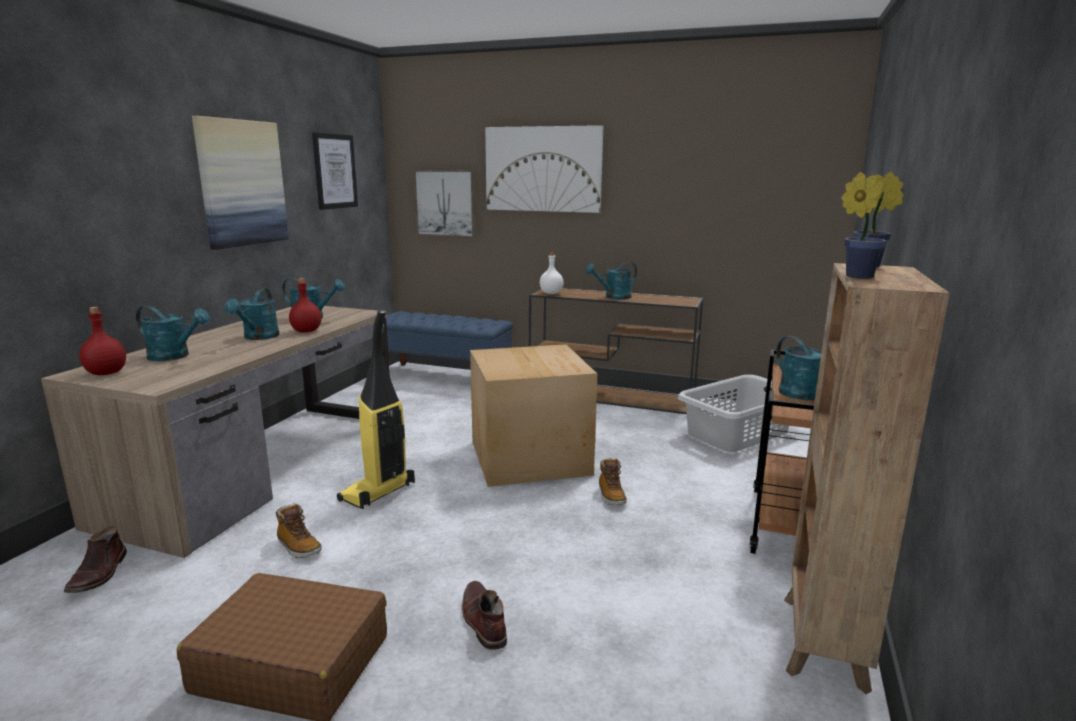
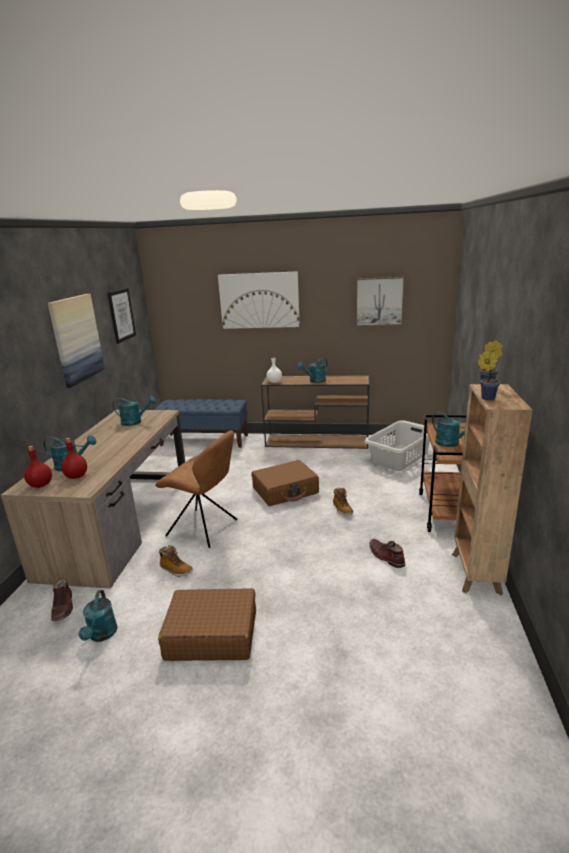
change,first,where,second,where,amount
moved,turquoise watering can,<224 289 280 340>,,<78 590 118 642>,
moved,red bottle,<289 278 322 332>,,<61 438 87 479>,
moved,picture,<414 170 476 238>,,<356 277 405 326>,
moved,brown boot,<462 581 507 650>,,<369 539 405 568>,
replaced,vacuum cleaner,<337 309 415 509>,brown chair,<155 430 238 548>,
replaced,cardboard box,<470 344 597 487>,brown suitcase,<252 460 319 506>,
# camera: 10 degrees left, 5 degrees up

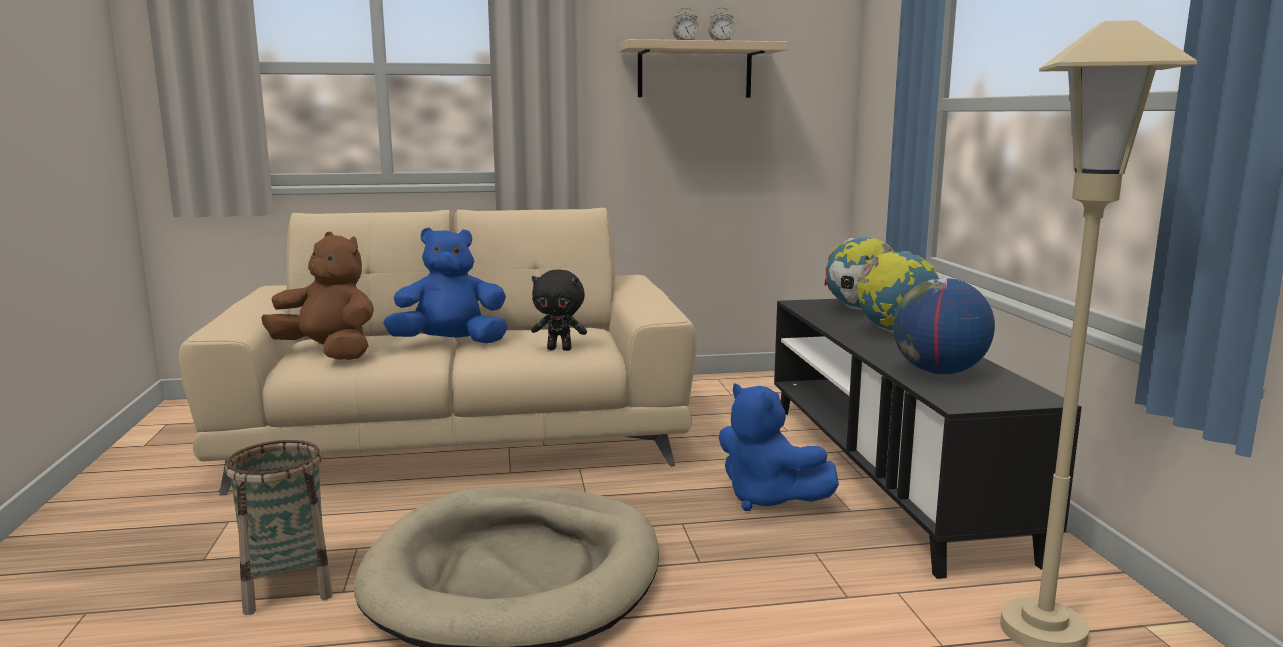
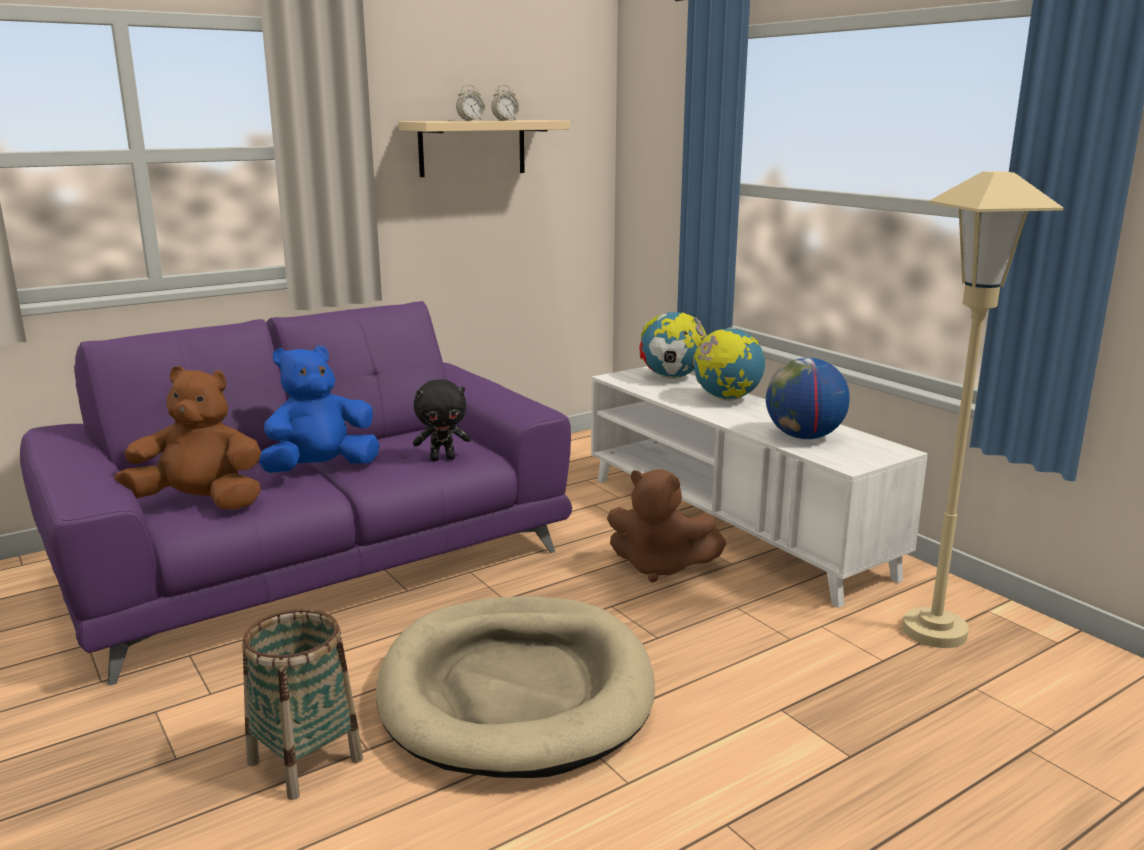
change,first,where,second,where,amount
recoloured,beige sofa,<178 208 697 495>,purple sofa,<20 301 572 686>,
recoloured,blue plush toy,<719 383 839 511>,brown plush toy,<607 469 727 583>,
recoloured,black tv stand,<774 299 1082 579>,white tv stand,<591 366 928 608>,
# camera: 25 degrees left, 5 degrees up

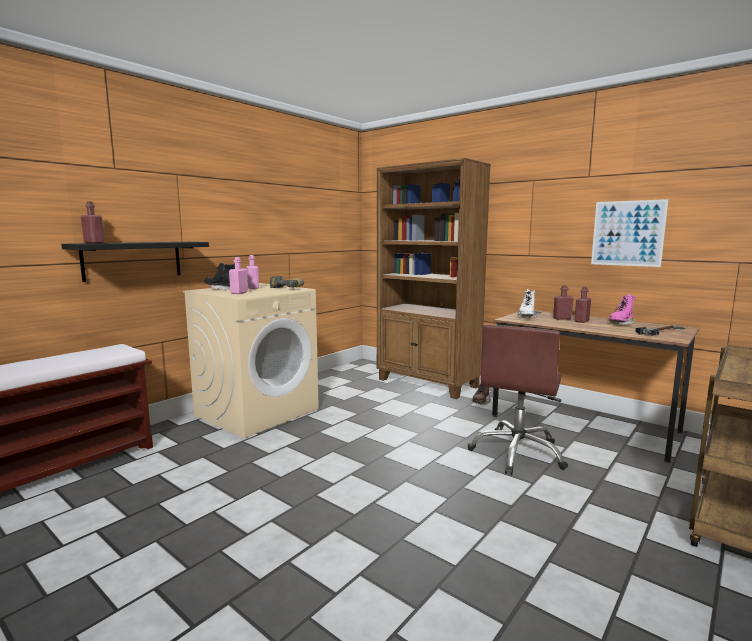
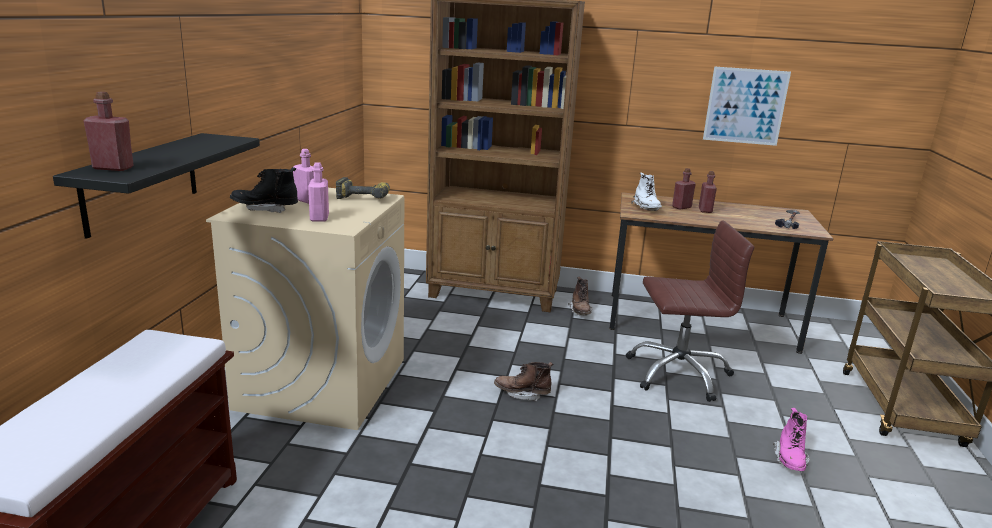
change,first,where,second,where,amount
added,,,brown boot,<494 362 553 401>,
moved,pink boot,<607 294 636 325>,,<773 408 810 471>,
turned,brown office chair,<467 325 568 475>,,<626 221 754 402>,90 degrees counterclockwise
# camera: 30 degrees left, 10 degrees up

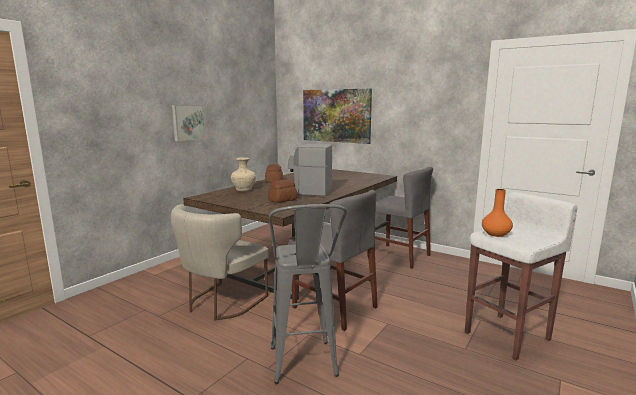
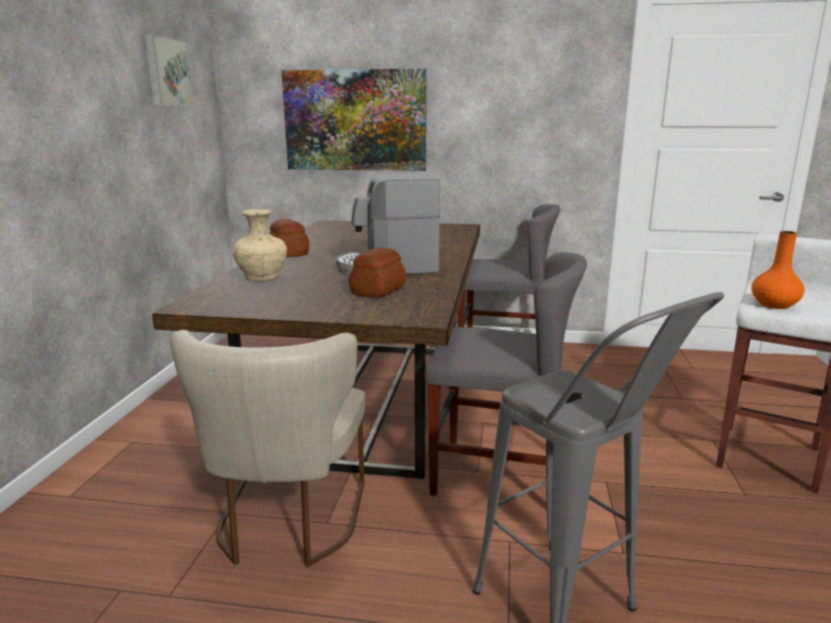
change,first,where,second,where,amount
moved,picture,<172 105 205 141>,,<145 34 194 106>,
# camera: 25 degrees left, 5 degrees up

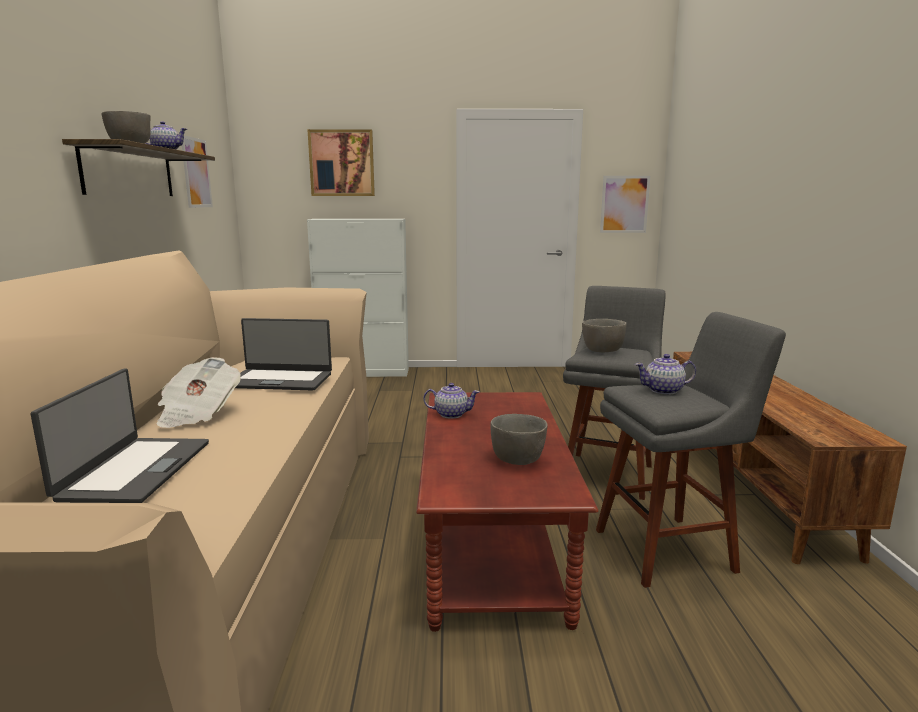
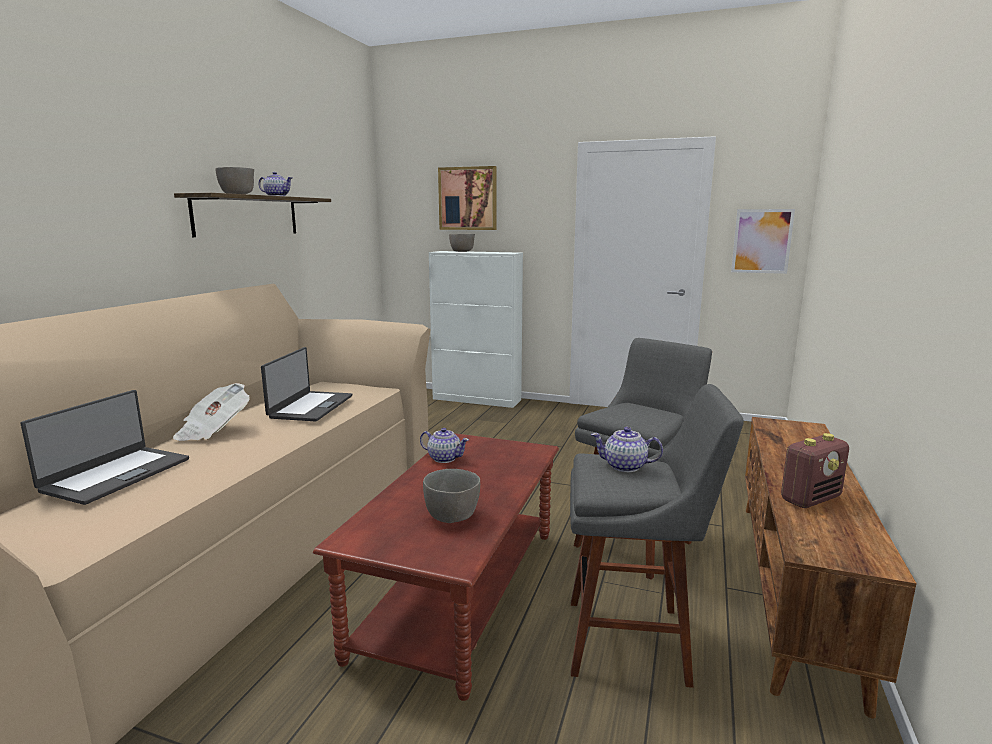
change,first,where,second,where,amount
removed,picture,<182 135 213 208>,,,
added,,,radio,<781 433 849 508>,
moved,grey bowl,<582 319 626 352>,,<449 234 475 252>,
turned,laptop,<235 318 332 390>,,<261 347 352 421>,105 degrees counterclockwise
# camera: 20 degrees right, 0 degrees up

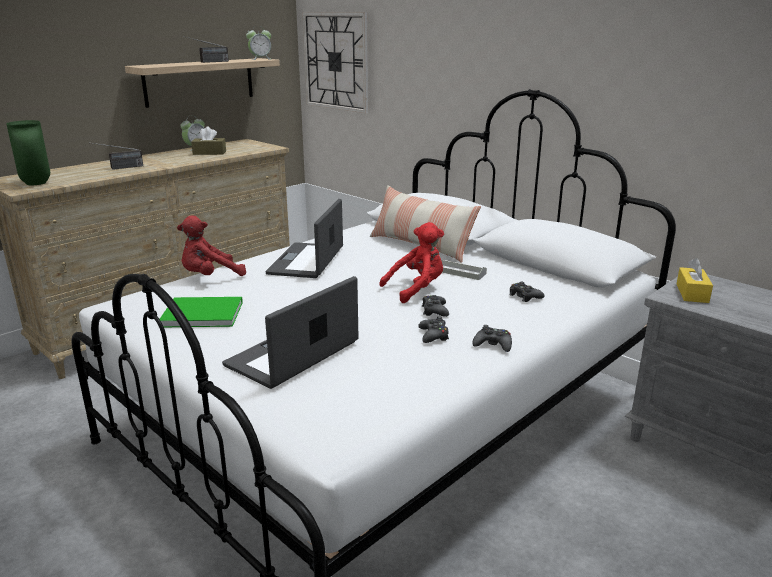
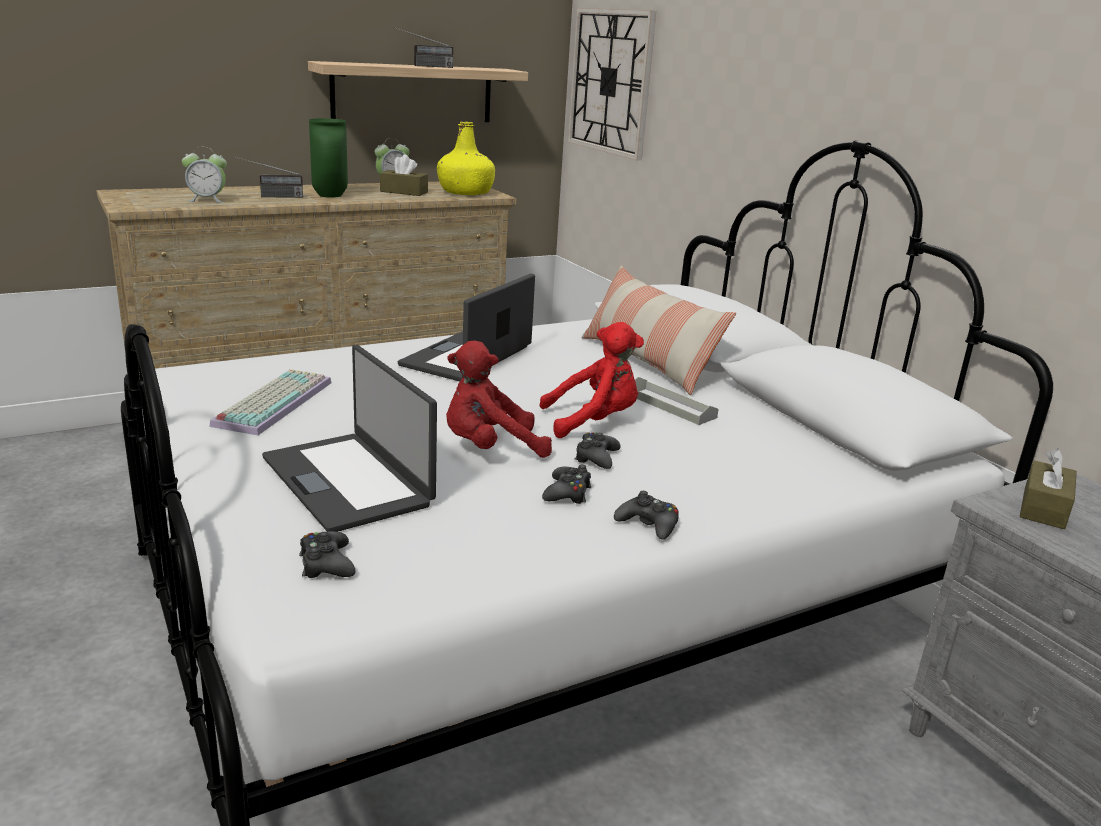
change,first,where,second,where,amount
added,,,yellow bottle,<437 121 495 195>,
moved,green vase,<6 120 50 185>,,<309 118 348 198>,
moved,red plush toy,<177 216 246 276>,,<446 340 552 458>,
moved,alarm clock,<246 29 271 60>,,<182 147 227 203>,
moved,black game controller,<509 282 544 302>,,<299 531 356 578>,
replaced,green book,<160 297 243 327>,keyboard,<209 369 332 435>,
recoloured,yellow tissue box,<677 258 713 303>,brown tissue box,<1020 448 1077 529>,
turned,laptop,<222 276 359 389>,,<262 345 437 532>,90 degrees counterclockwise
# camera: 15 degrees right, 0 degrees up

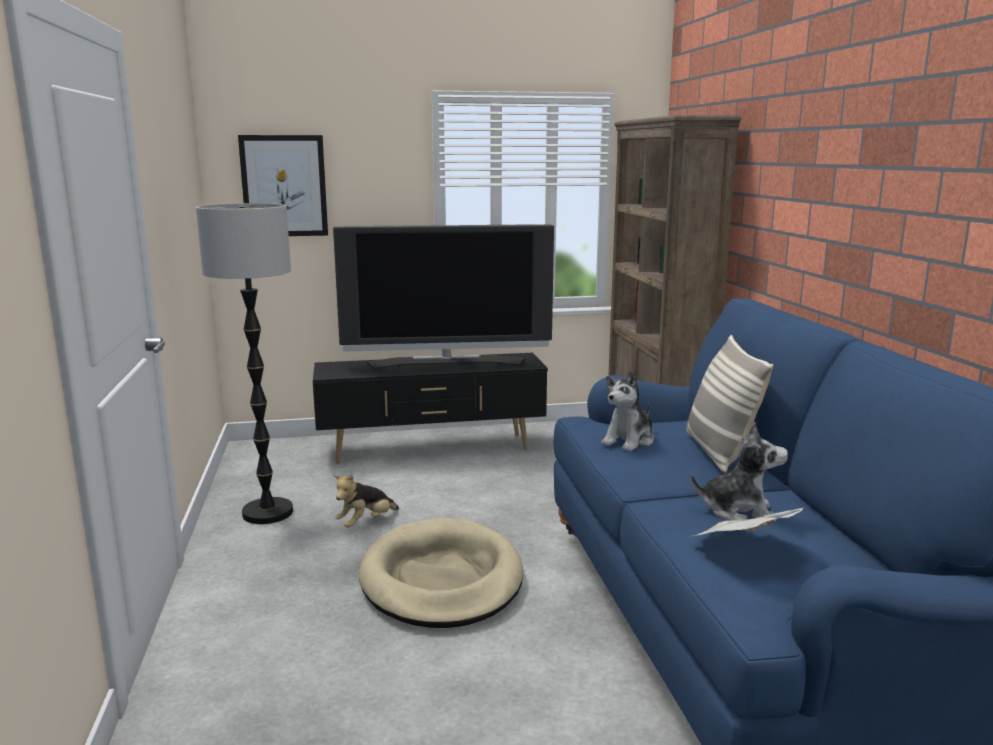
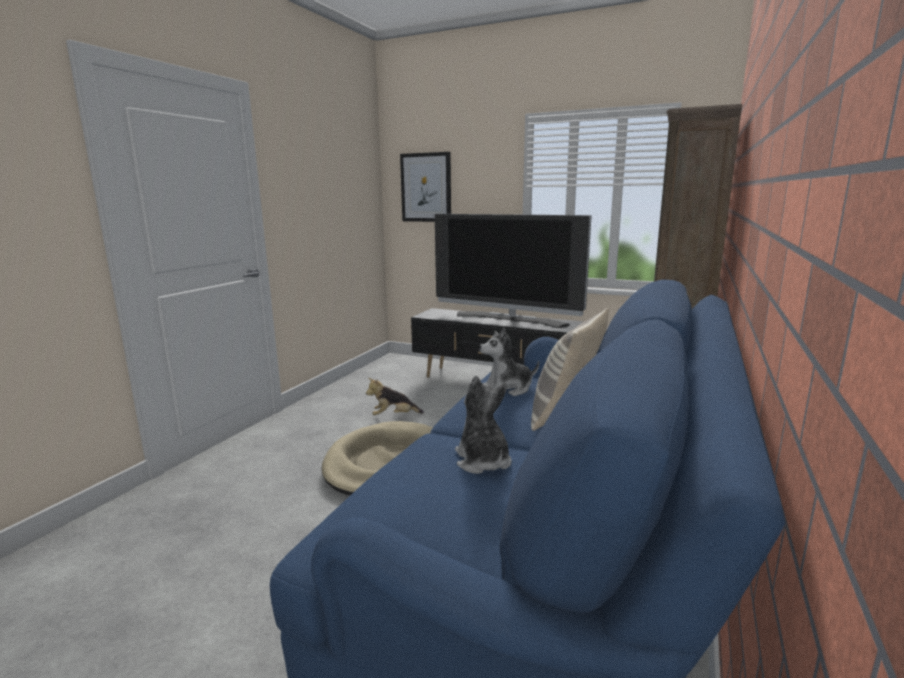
change,first,where,second,where,amount
removed,floor lamp,<196 203 293 524>,,,
removed,newspaper,<693 507 806 536>,,,
turned,plush toy,<691 422 788 521>,,<455 376 512 474>,150 degrees counterclockwise
# camera: 35 degrees right, 0 degrees up

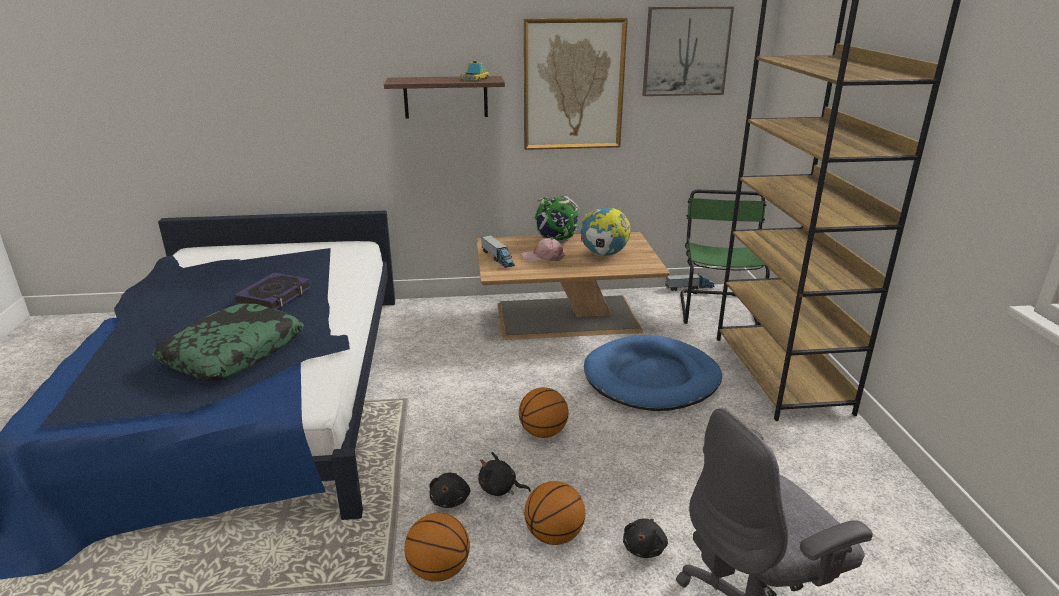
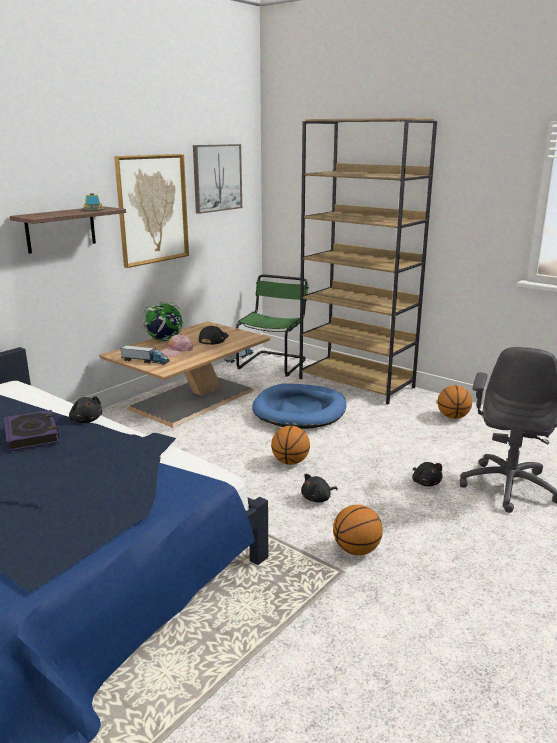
change,first,where,second,where,amount
removed,pillow,<152 303 304 381>,,,
moved,black plush toy,<429 473 470 508>,,<69 396 102 423>,
moved,basketball,<524 481 585 545>,,<437 385 472 419>,
replaced,globe,<581 208 631 257>,black cap,<199 326 229 345>,
turned,green chair,<680 190 770 325>,,<236 274 309 377>,60 degrees clockwise
# camera: 45 degrees left, 5 degrees down

